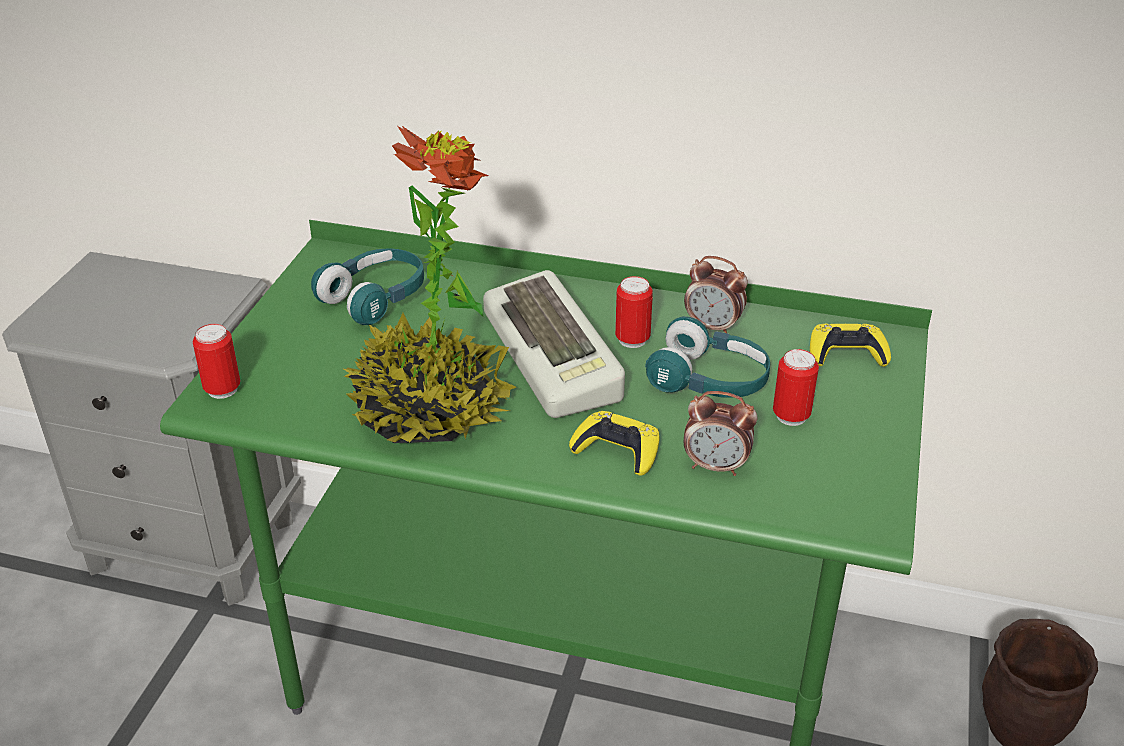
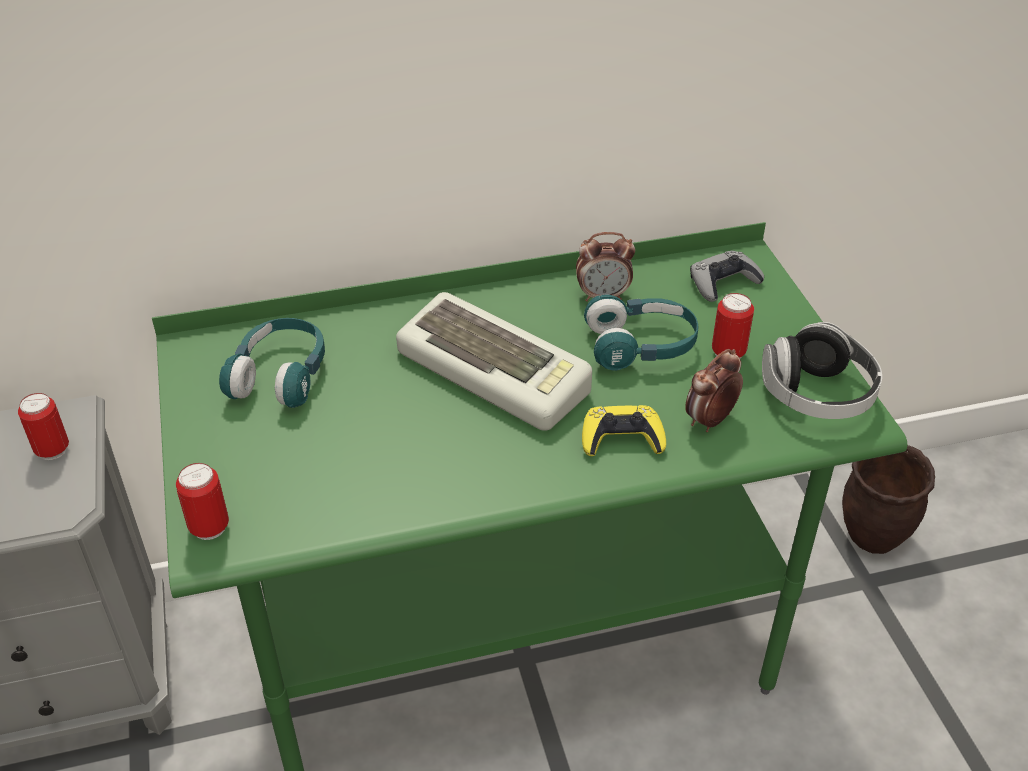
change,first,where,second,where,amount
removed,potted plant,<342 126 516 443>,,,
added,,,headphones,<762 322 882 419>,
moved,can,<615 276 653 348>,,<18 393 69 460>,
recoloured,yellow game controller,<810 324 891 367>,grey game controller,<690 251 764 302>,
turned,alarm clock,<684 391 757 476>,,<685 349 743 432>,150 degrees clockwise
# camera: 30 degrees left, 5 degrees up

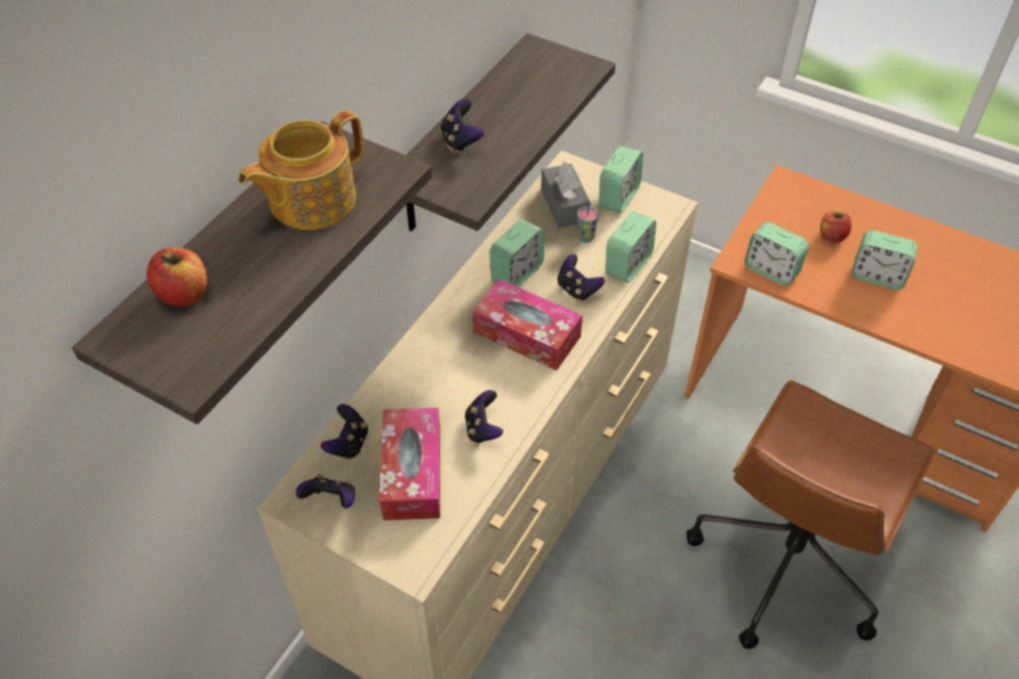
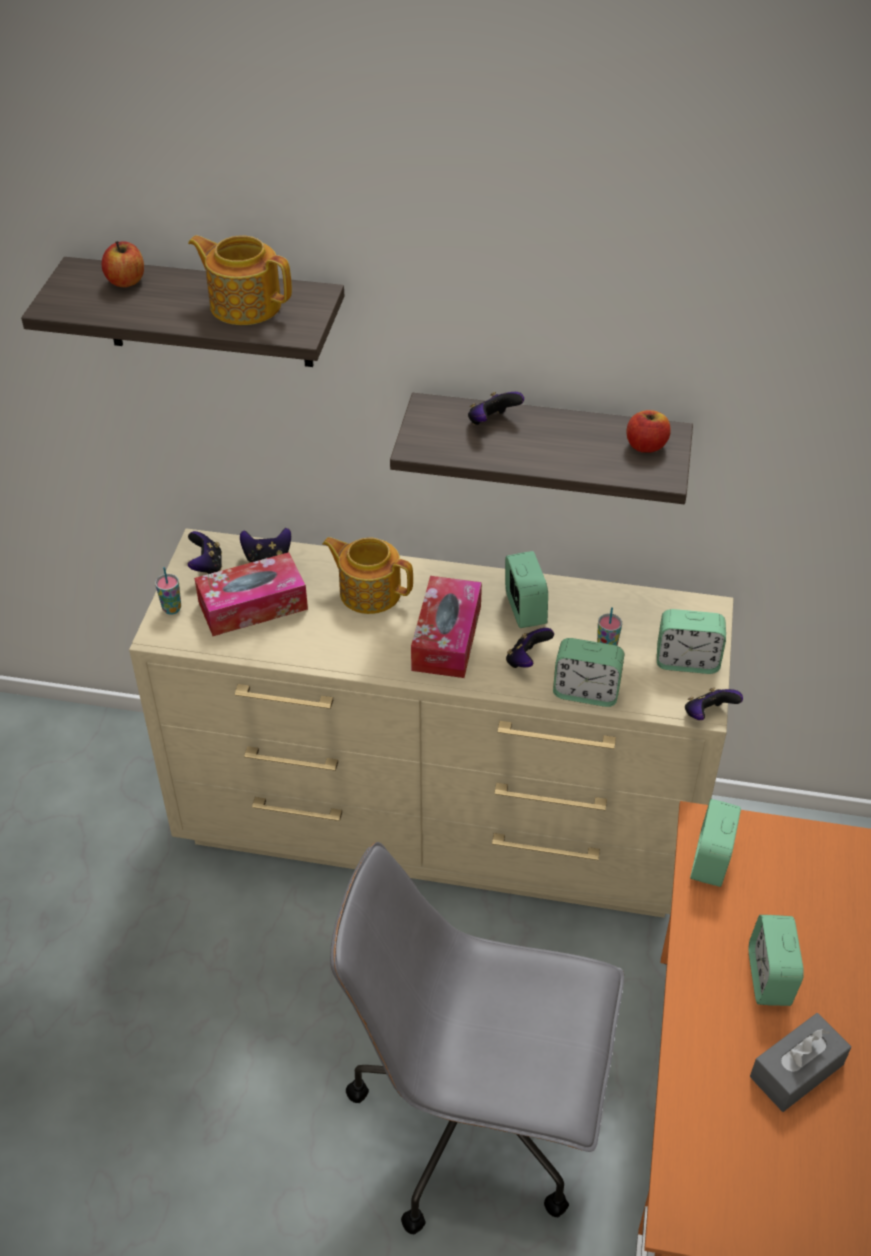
change,first,where,second,where,amount
added,,,cup,<155 567 181 615>,
added,,,teapot,<322 537 413 614>,
moved,game controller,<465 390 503 443>,,<685 688 743 720>,
moved,grey tissue box,<541 162 591 228>,,<750 1013 851 1112>,
moved,apple,<820 209 852 243>,,<626 410 671 453>,
recoloured,brown office chair,<687 380 936 649>,grey office chair,<330 842 624 1234>,
turned,alarm clock,<489 219 544 287>,,<505 551 548 628>,120 degrees counterclockwise
# camera: 70 degrees right, 5 degrees down

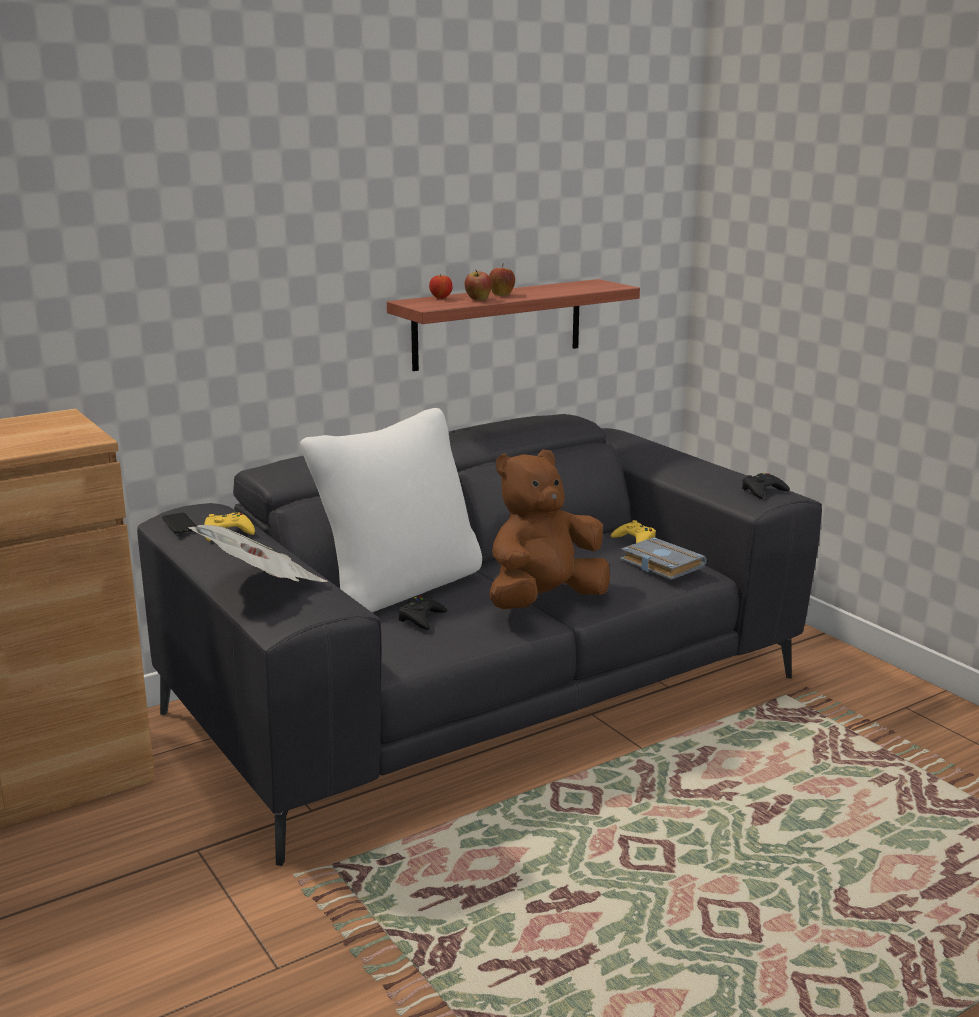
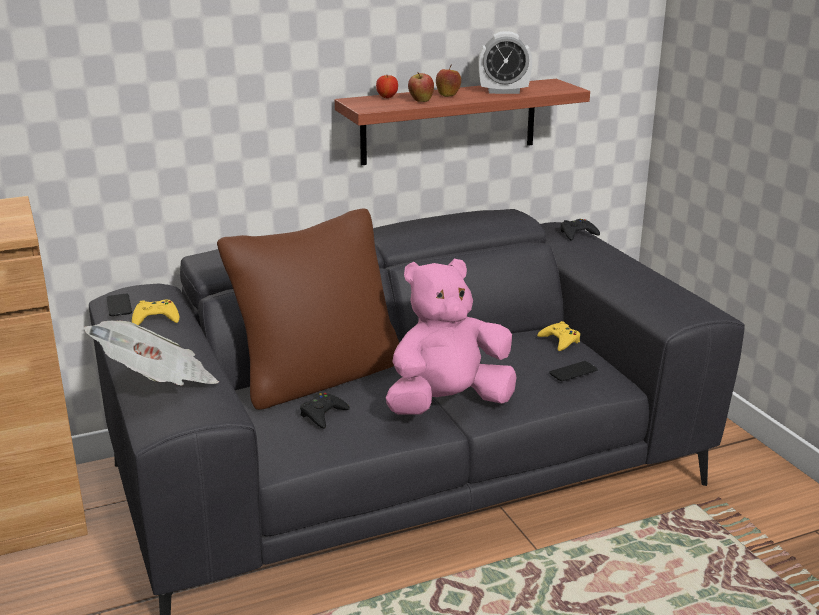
change,first,where,second,where,amount
added,,,alarm clock,<478 31 532 94>,
moved,black game controller,<742 473 790 499>,,<560 219 600 241>,
replaced,grey book,<620 537 707 580>,phone,<549 361 598 381>,
recoloured,white pillow,<300 408 482 612>,brown pillow,<217 208 399 410>,
recoloured,brown plush toy,<489 449 610 609>,pink plush toy,<386 259 516 414>,
# camera: 10 degrees right, 5 degrees up

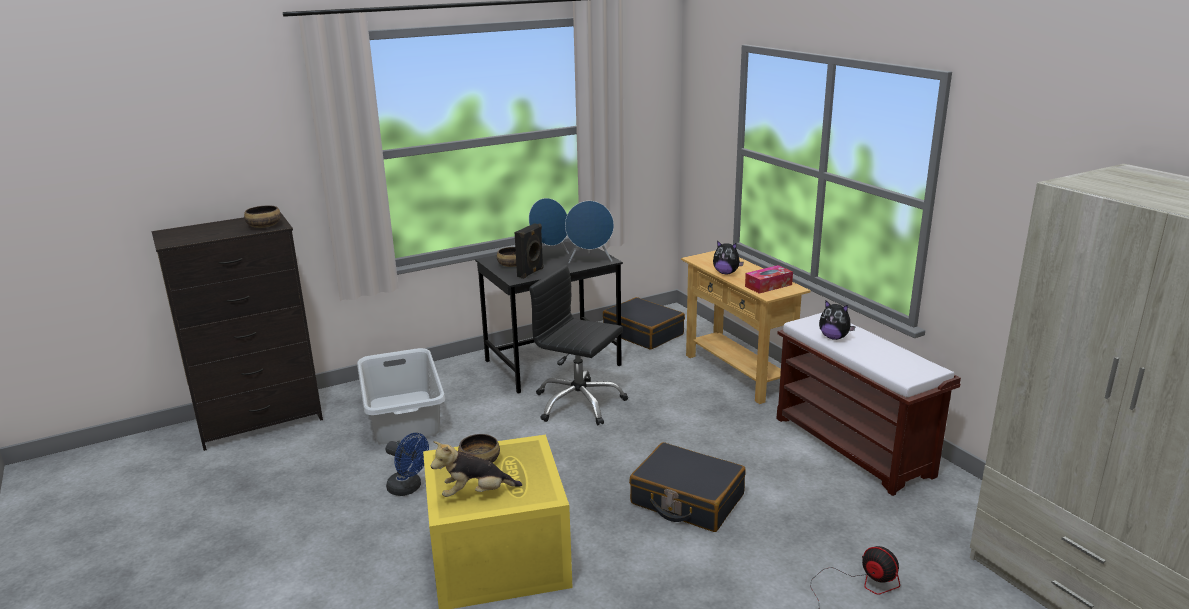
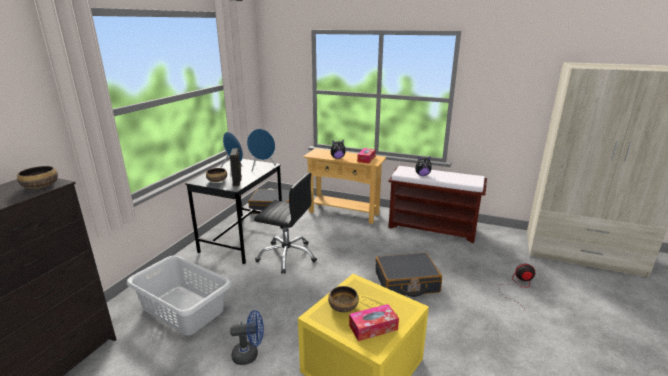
change,first,where,second,where,amount
replaced,plush toy,<431 441 522 497>,tissue box,<349 304 399 341>,
turned,black office chair,<529 265 628 425>,,<254 172 317 274>,150 degrees counterclockwise
# camera: 40 degrees left, 0 degrees up

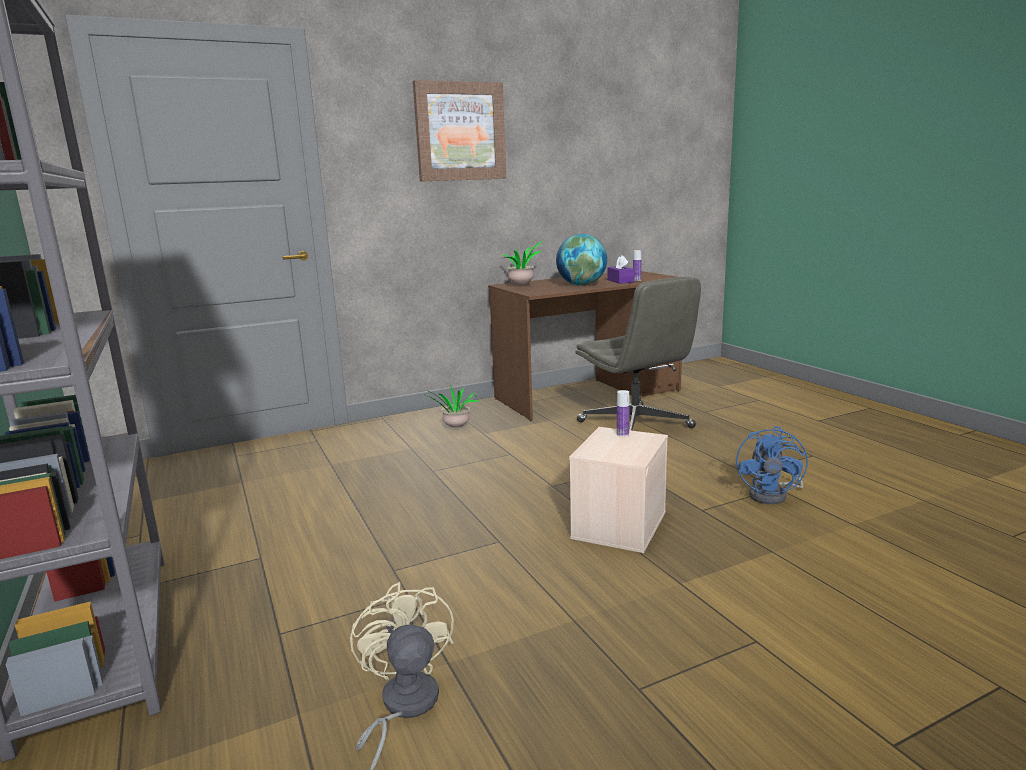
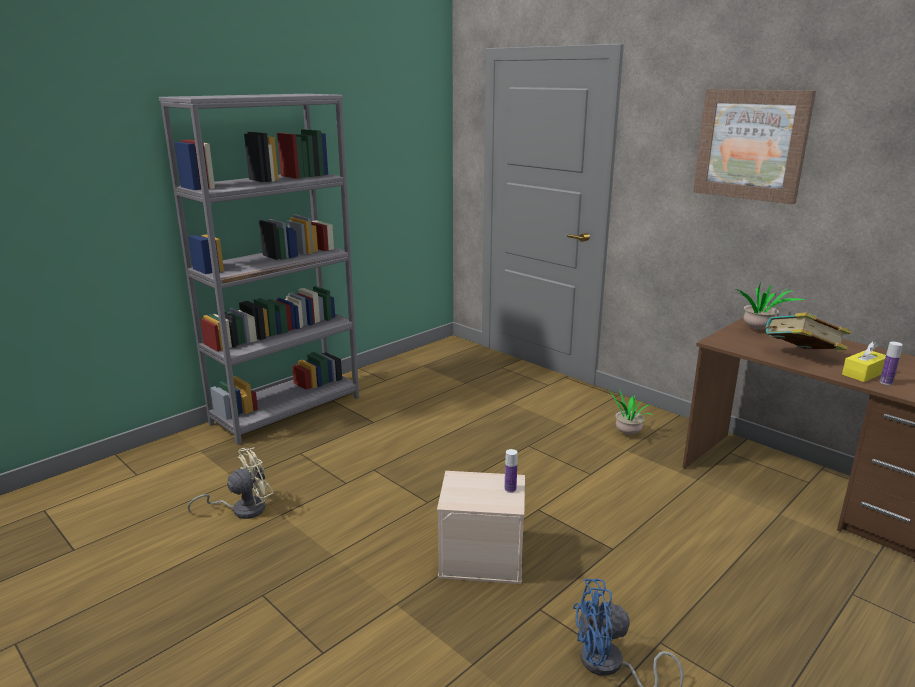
change,first,where,second,where,amount
removed,grey office chair,<575 277 701 431>,,,
replaced,globe,<556 234 607 286>,book,<765 312 851 350>,
recoloured,purple tissue box,<607 255 634 284>,yellow tissue box,<842 341 886 382>,
# camera: 70 degrees right, 5 degrees up

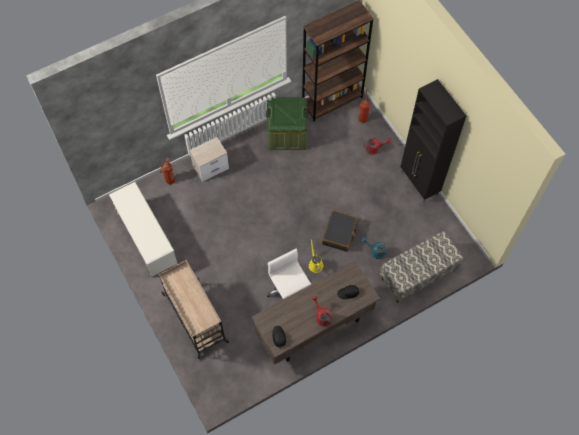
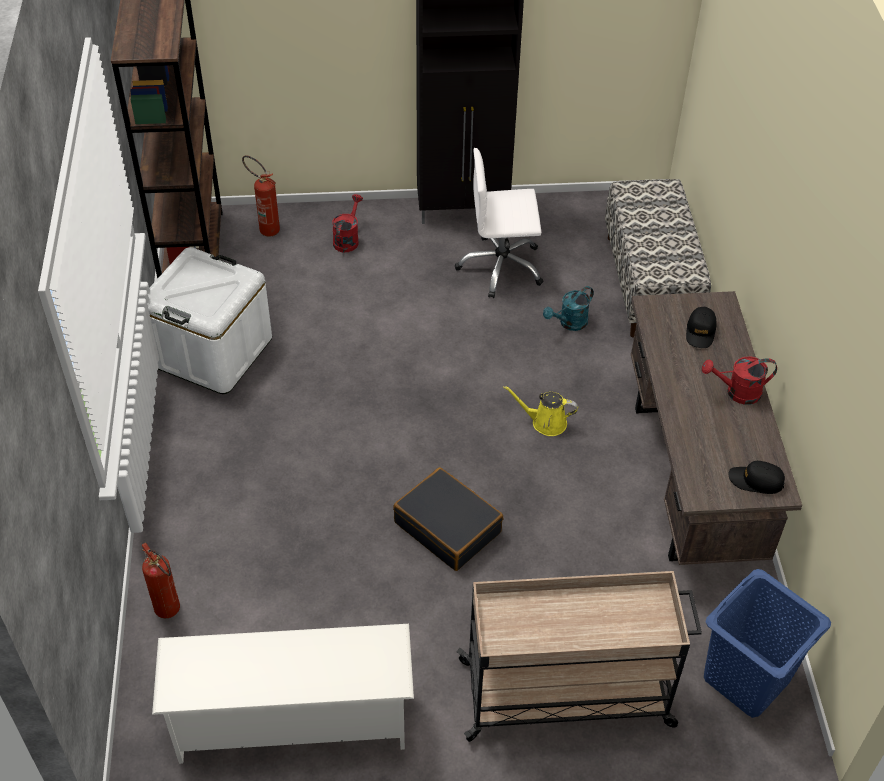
change,first,where,second,where,amount
removed,nightstand,<189 137 229 182>,,,
added,,,blue laundry basket,<704 569 831 718>,
moved,white office chair,<267 248 311 299>,,<455 148 544 298>,
moved,black suitcase,<322 210 358 252>,,<393 467 504 571>,
recoloured,green storage box,<266 97 308 150>,white storage box,<147 247 272 394>,
# camera: 65 degrees left, 15 degrees down

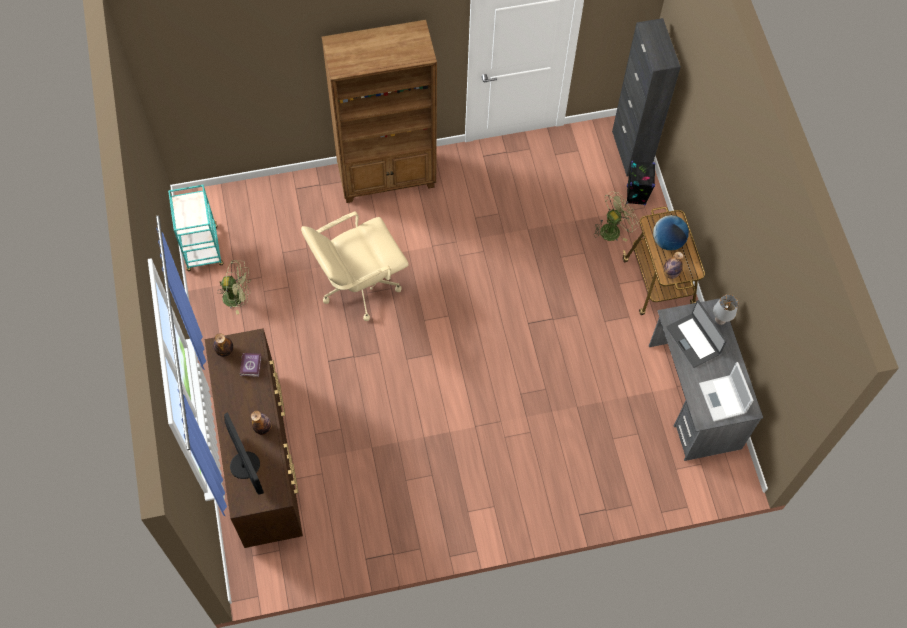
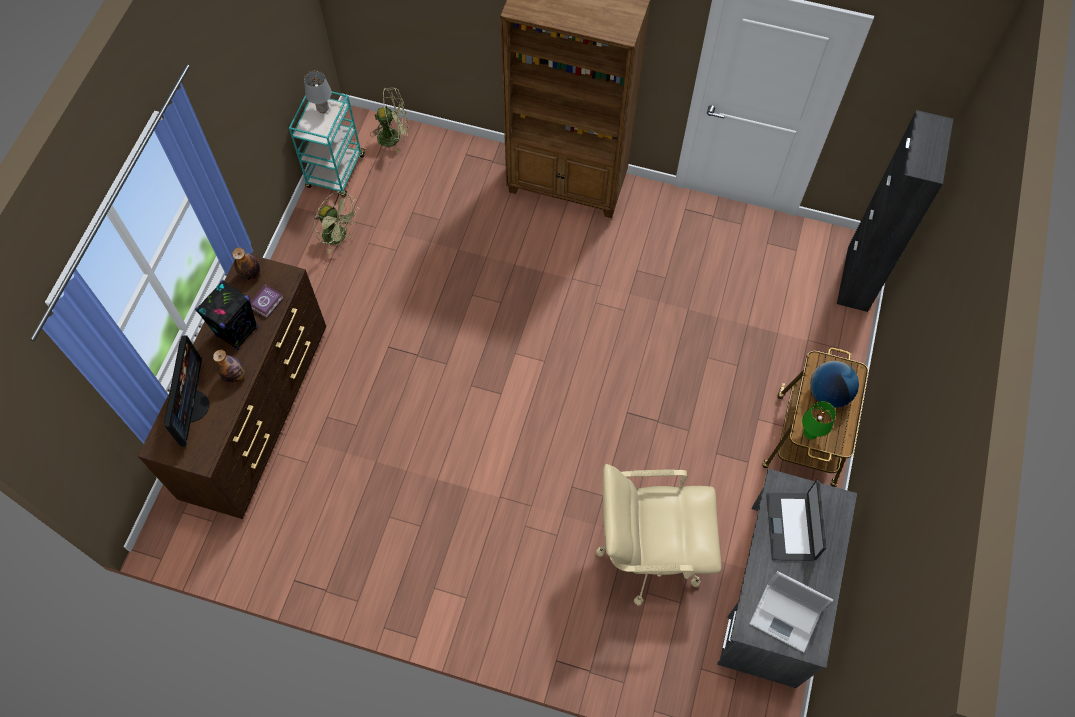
change,first,where,second,where,amount
moved,beige office chair,<301 211 409 321>,,<596 464 722 606>,
moved,green fan,<594 191 639 241>,,<370 87 408 153>,
moved,black speaker,<626 161 655 205>,,<195 280 258 350>,
moved,grey table lamp,<713 294 738 325>,,<304 71 332 113>,
replaced,bottle,<663 252 684 279>,green table lamp,<802 401 836 440>,
turned,laptop,<699 362 754 422>,,<749 571 833 653>,75 degrees counterclockwise
# camera: 30 degrees right, 0 degrees up

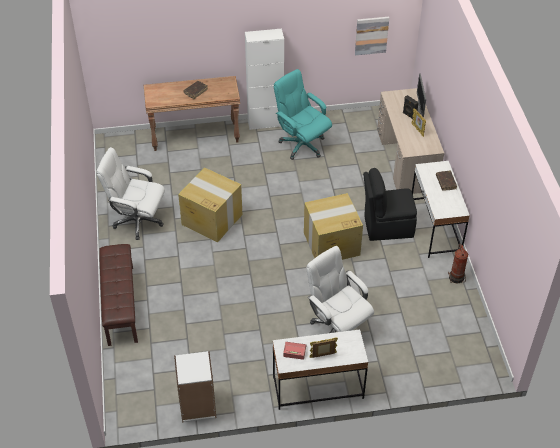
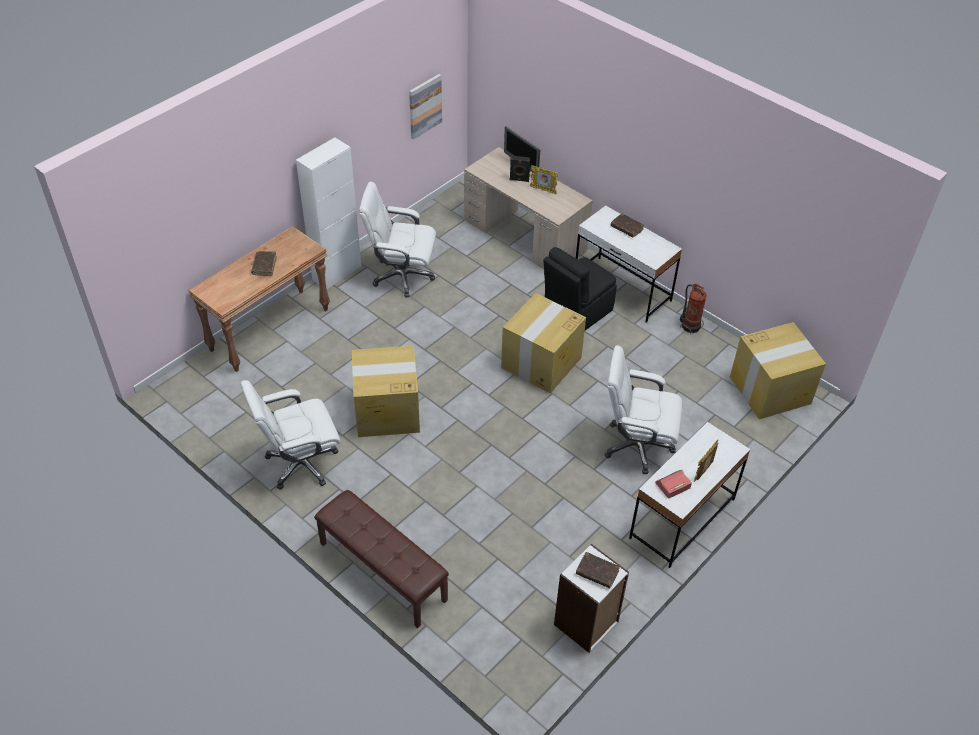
change,first,where,second,where,amount
added,,,brown book,<576 552 620 589>,
added,,,cardboard box,<730 322 826 419>,
recoloured,turquoise office chair,<274 69 332 160>,white office chair,<359 181 436 298>,
# camera: 40 degrees left, 0 degrees up

